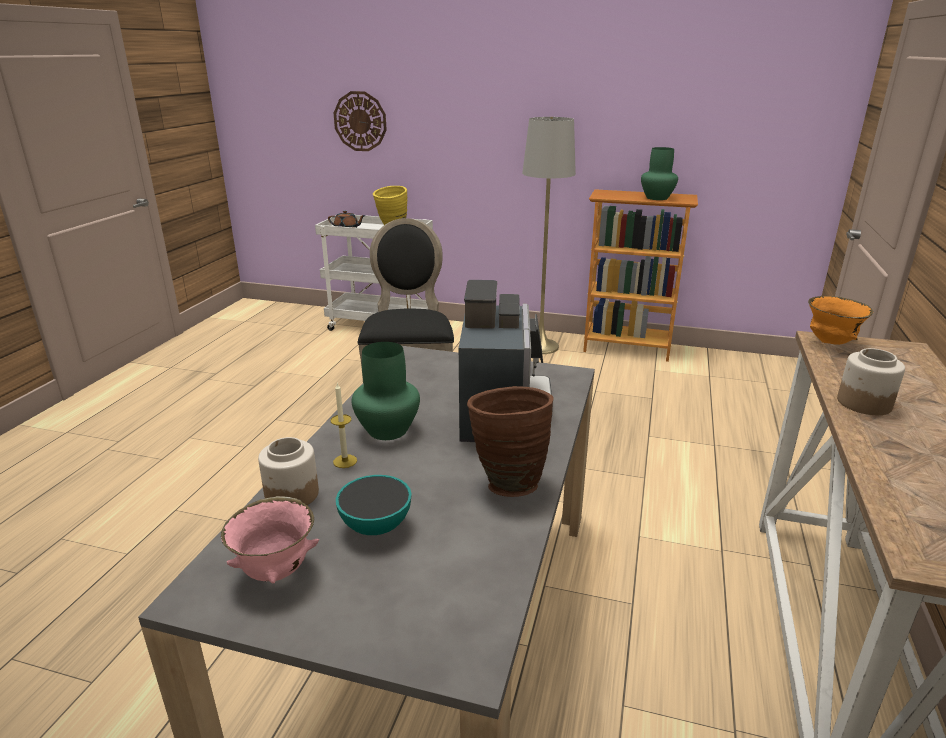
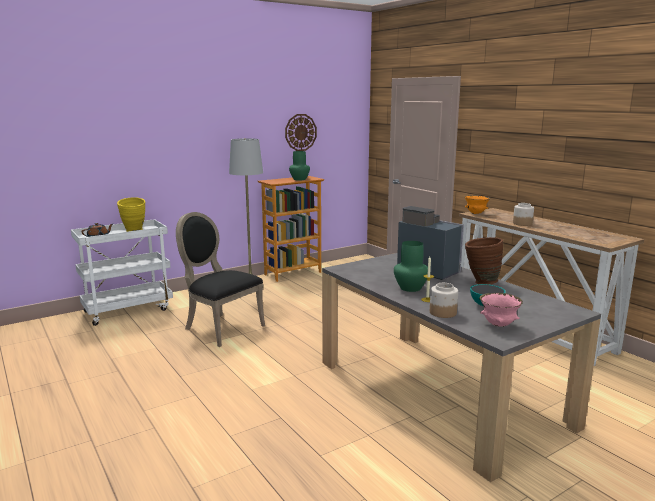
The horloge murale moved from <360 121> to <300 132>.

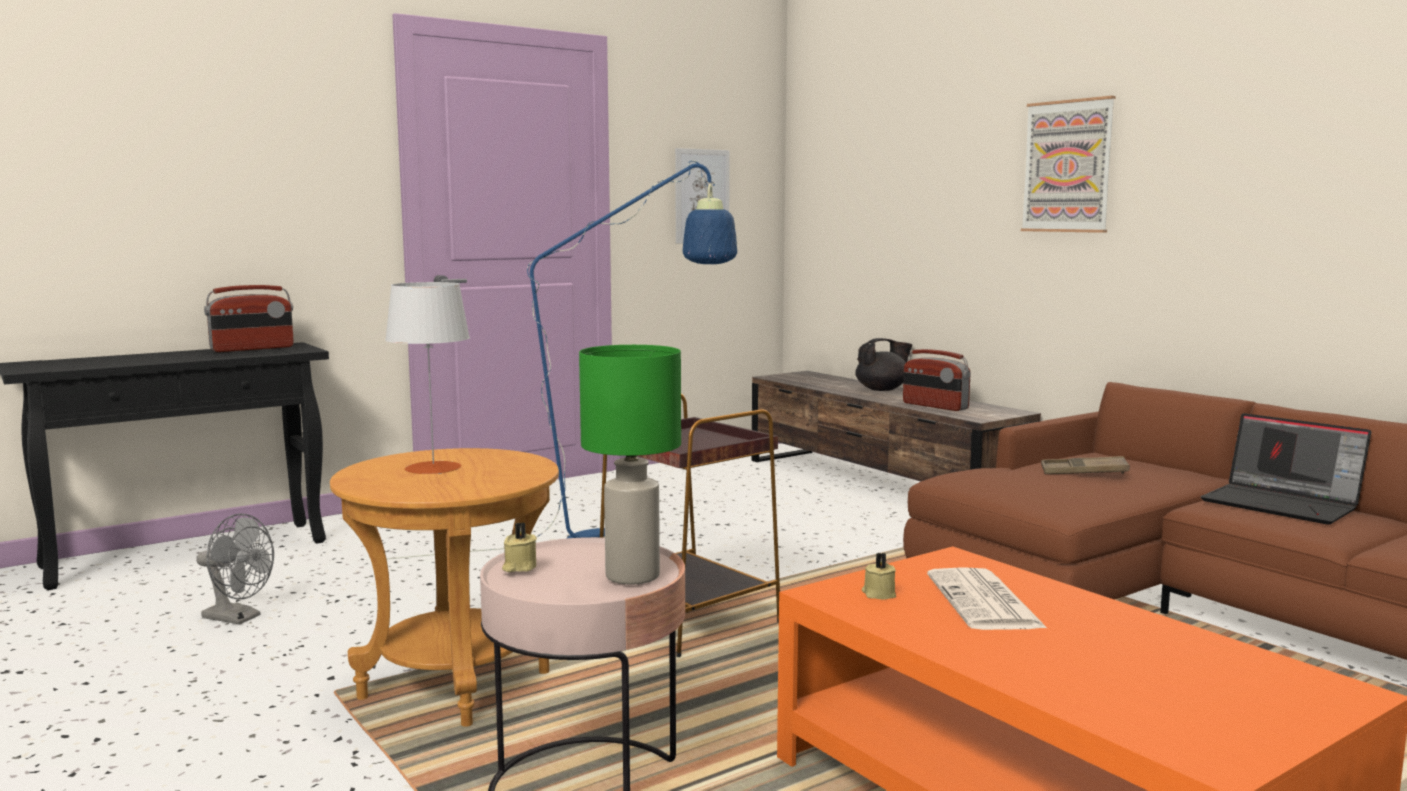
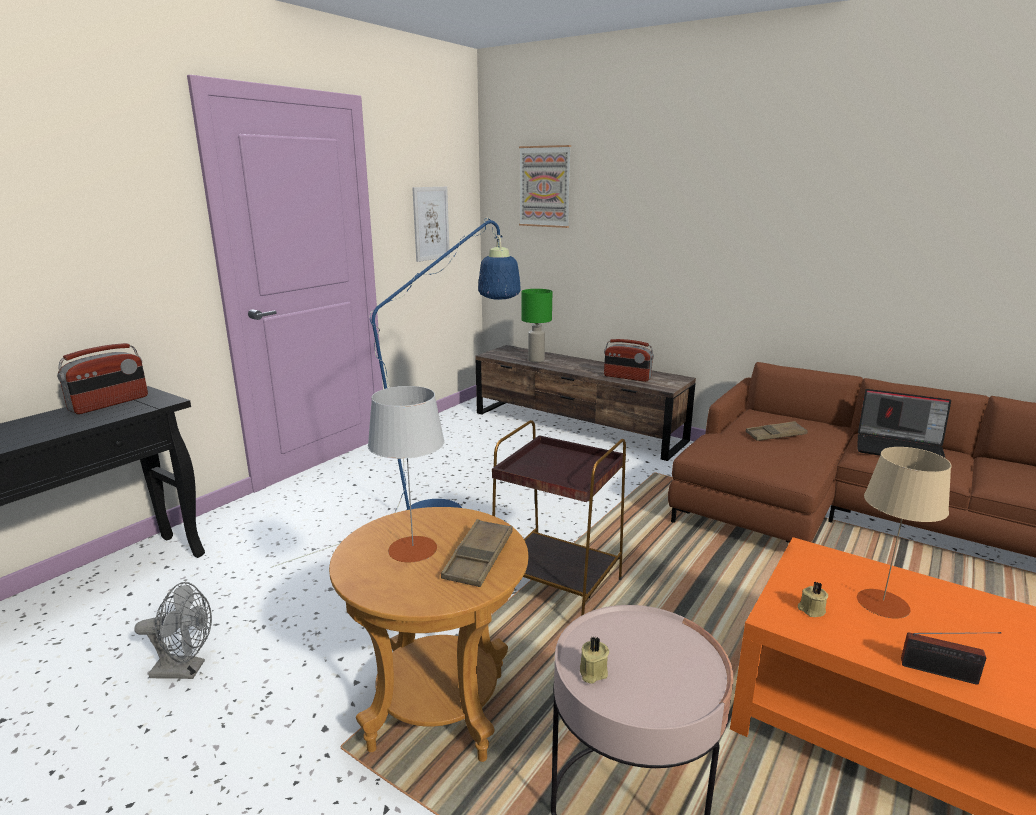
The lampe de table (vert) moved from <631 576> to <535 360>.
The théière (noir) at <882 389> disappeared.
The journal at <985 602> was replaced by the lampe de table (beige) at <882 603>.
The tableau moved from <1068 166> to <545 186>.
The plateau (marron) at <478 558> appeared.
The radio at <943 673> appeared.

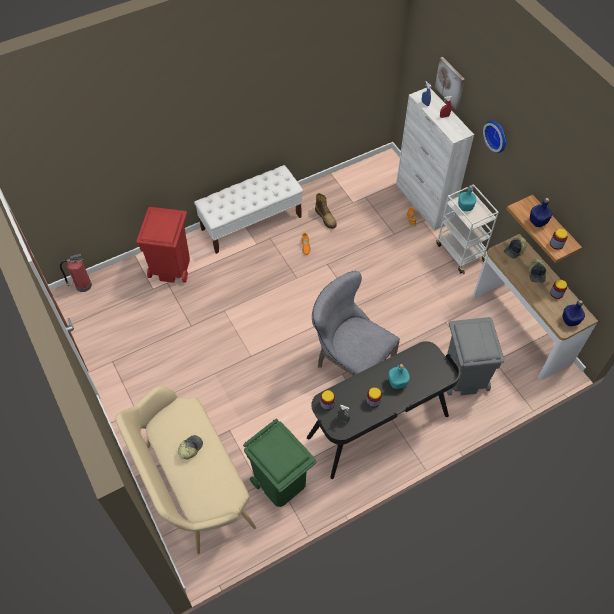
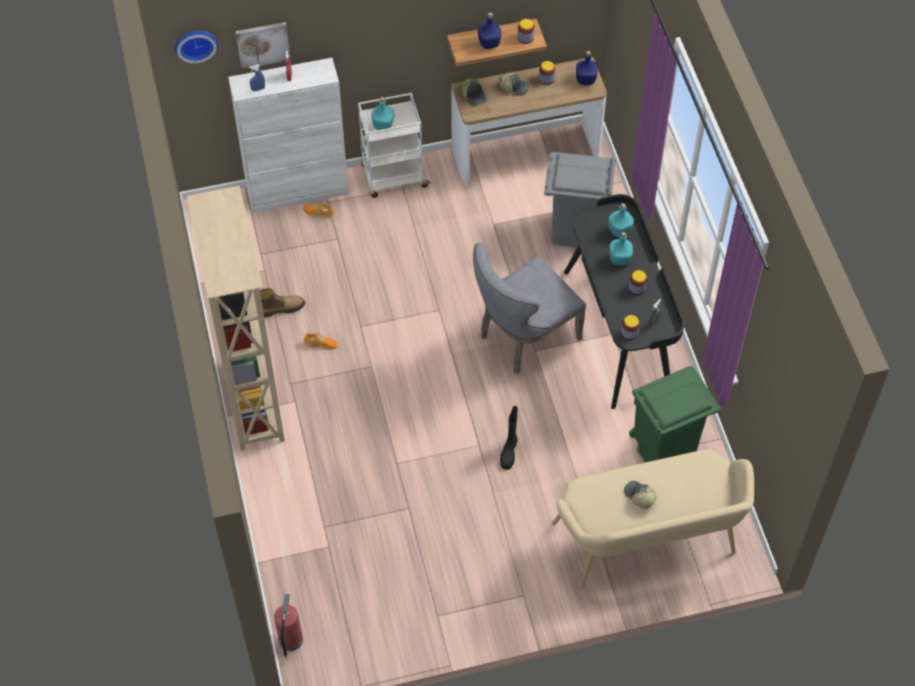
The poubelle (rouge) at <171 267> disappeared.
The banc (blanc) at <251 222> was replaced by the bibliothèque (beige) at <254 400>.
The horloge murale moved from <497 135> to <195 43>.
The botte (noir) at <509 452> appeared.
The bouteille (turquoise) at <619 231> appeared.

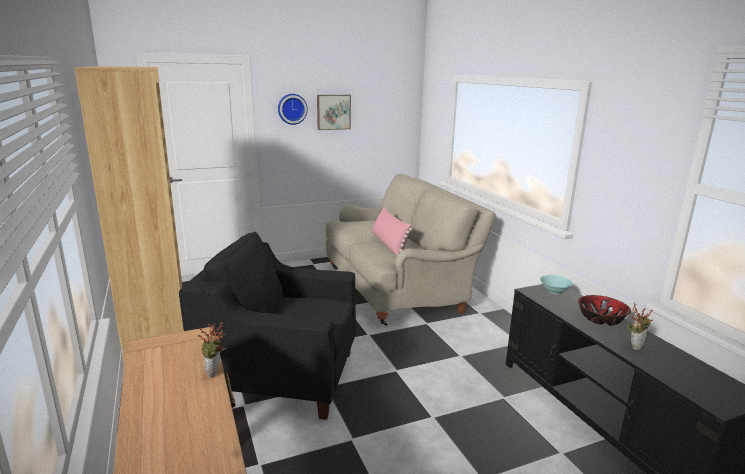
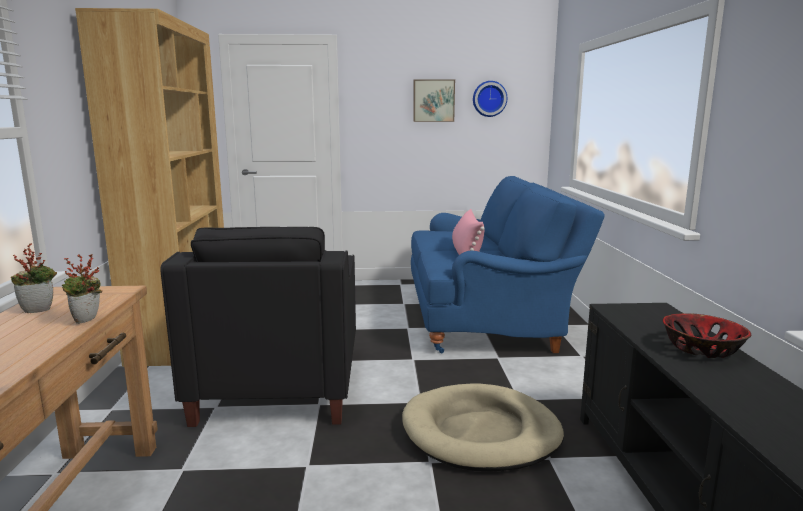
The fauteuil (noir) at <281 376> turned 120 degrees counterclockwise.
The horloge murale moved from <292 109> to <489 99>.
The canapé (beige) at <399 288> became the canapé (bleu) at <488 317>.
The bol (turquoise) at <554 291> disappeared.
The plante en pot moved from <635 346> to <40 310>.
The panier pour chien (beige) at <481 433> appeared.

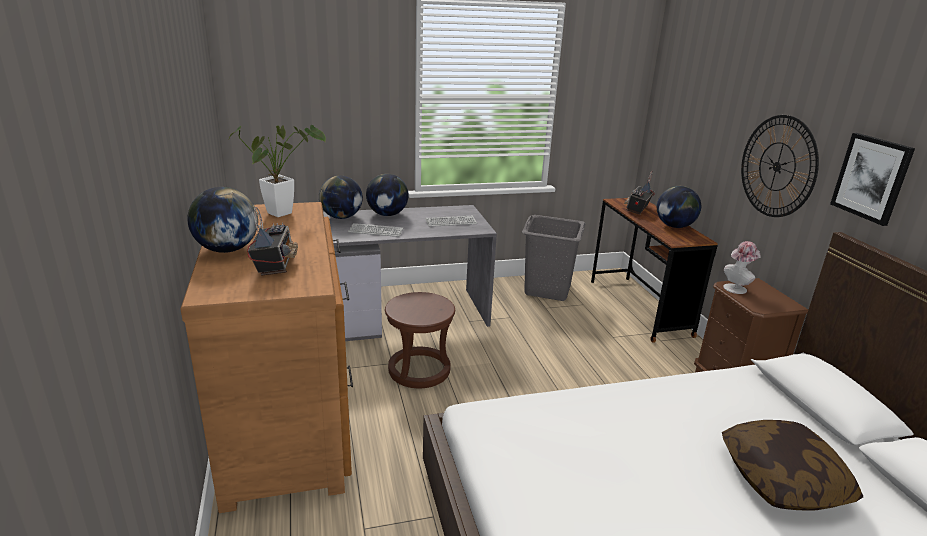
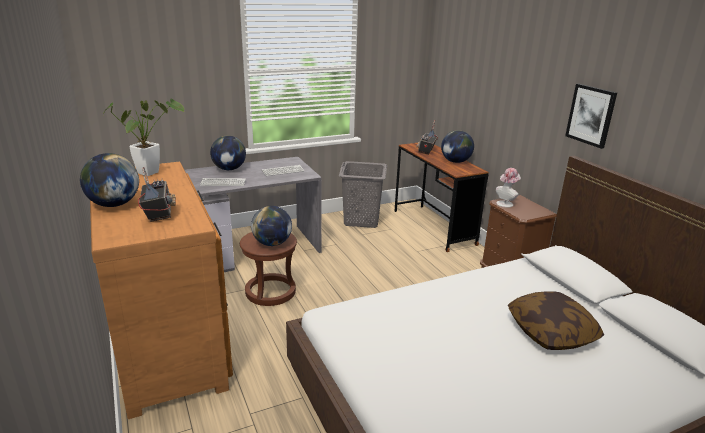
The globe moved from <341 217> to <272 243>.
The horloge murale at <777 166> disappeared.

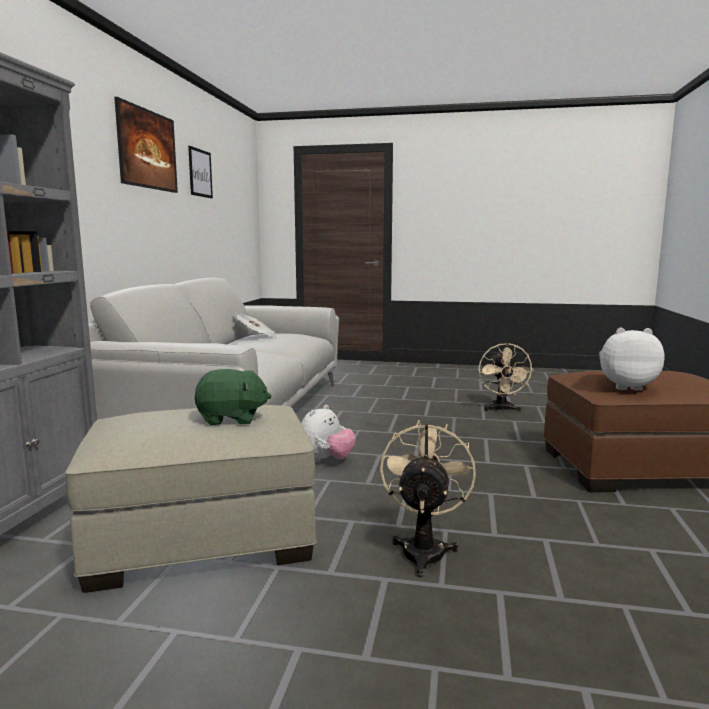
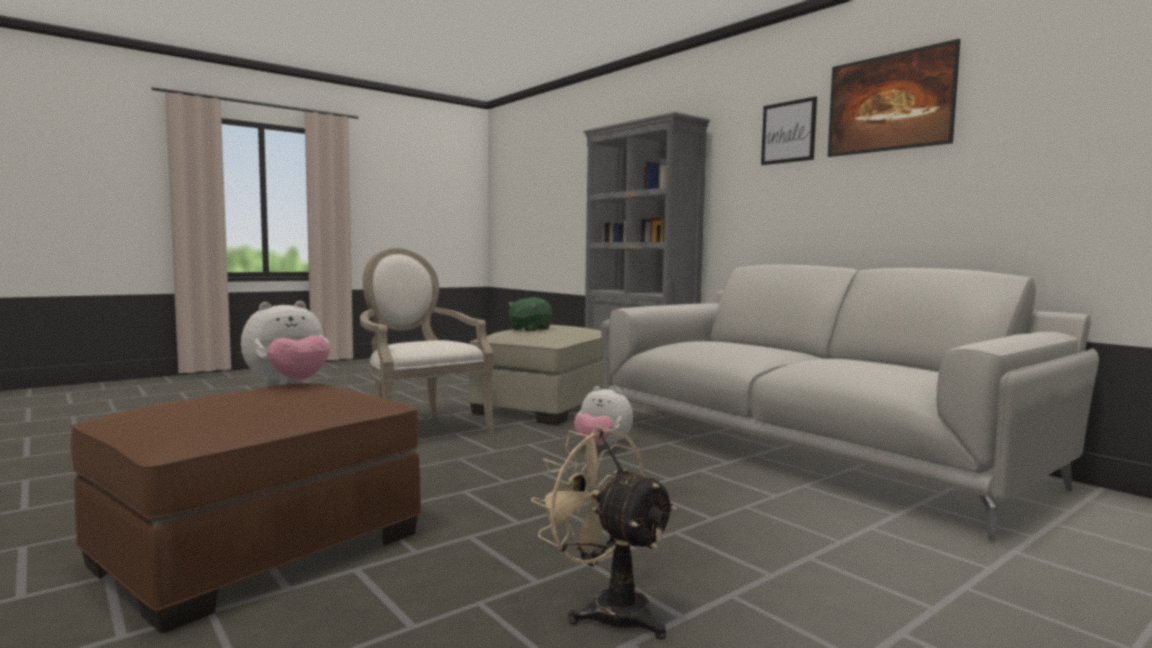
The tableau moved from <200 173> to <788 132>.
The journal at <257 337> disappeared.
The peluche at <326 460> turned 45 degrees counterclockwise.
The ventilateur (beige) at <424 549> was replaced by the fauteuil at <420 430>.

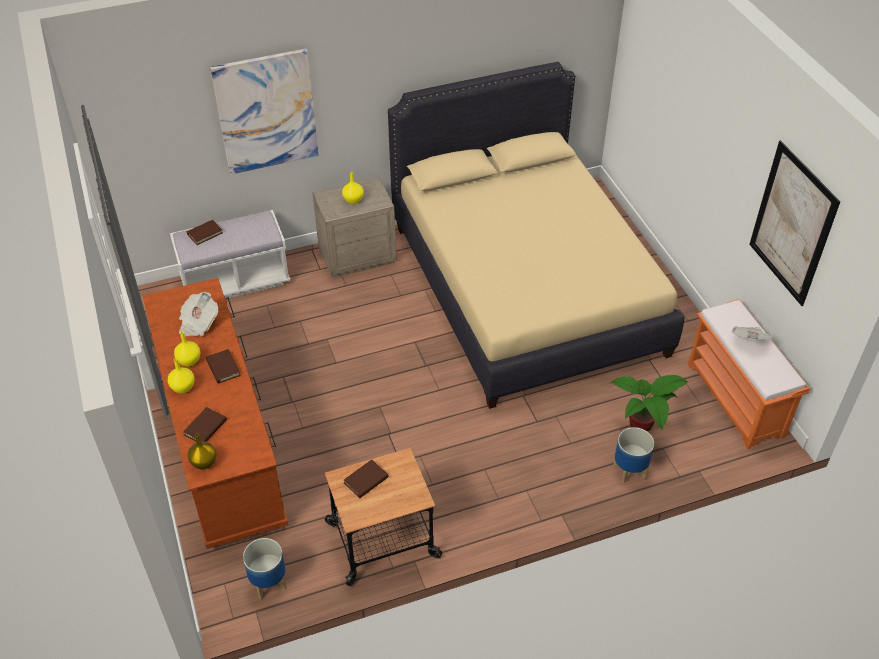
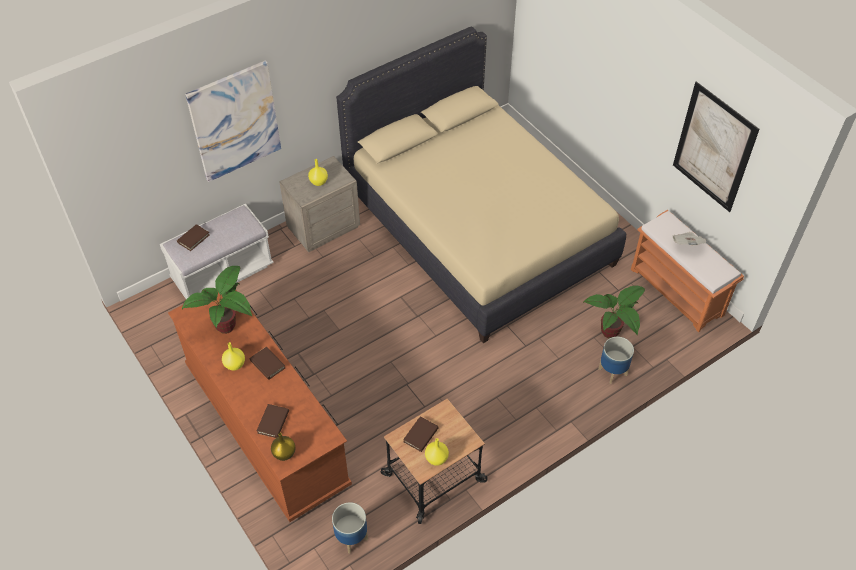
The vase (jaune) moved from <183 388> to <436 459>.
The journal at <198 323> was replaced by the plante en pot at <229 328>.

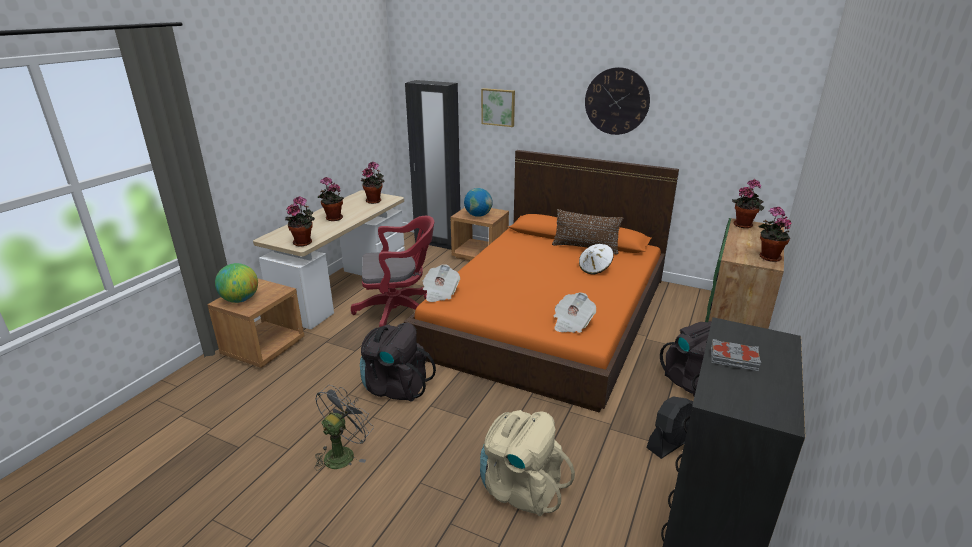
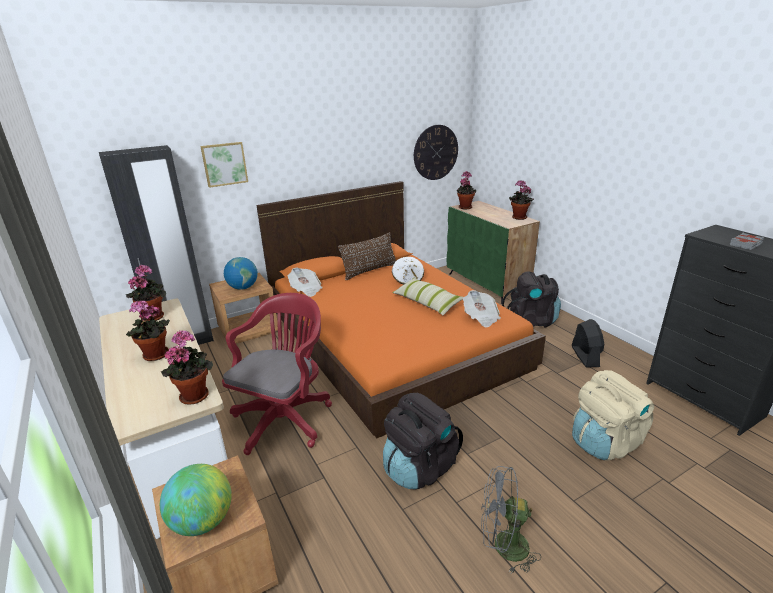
The ventilateur (gris) at <343 453> turned 60 degrees counterclockwise.
The journal moved from <440 293> to <306 290>.
The horloge murale moved from <616 101> to <435 152>.
The coussin at <427 302> appeared.

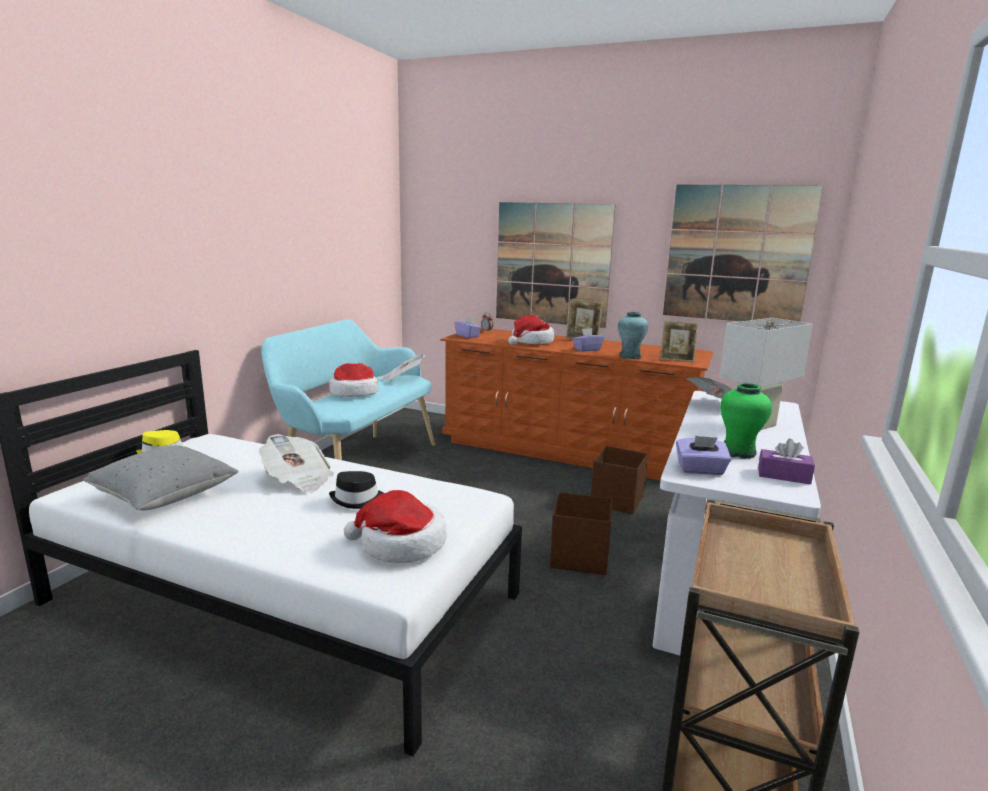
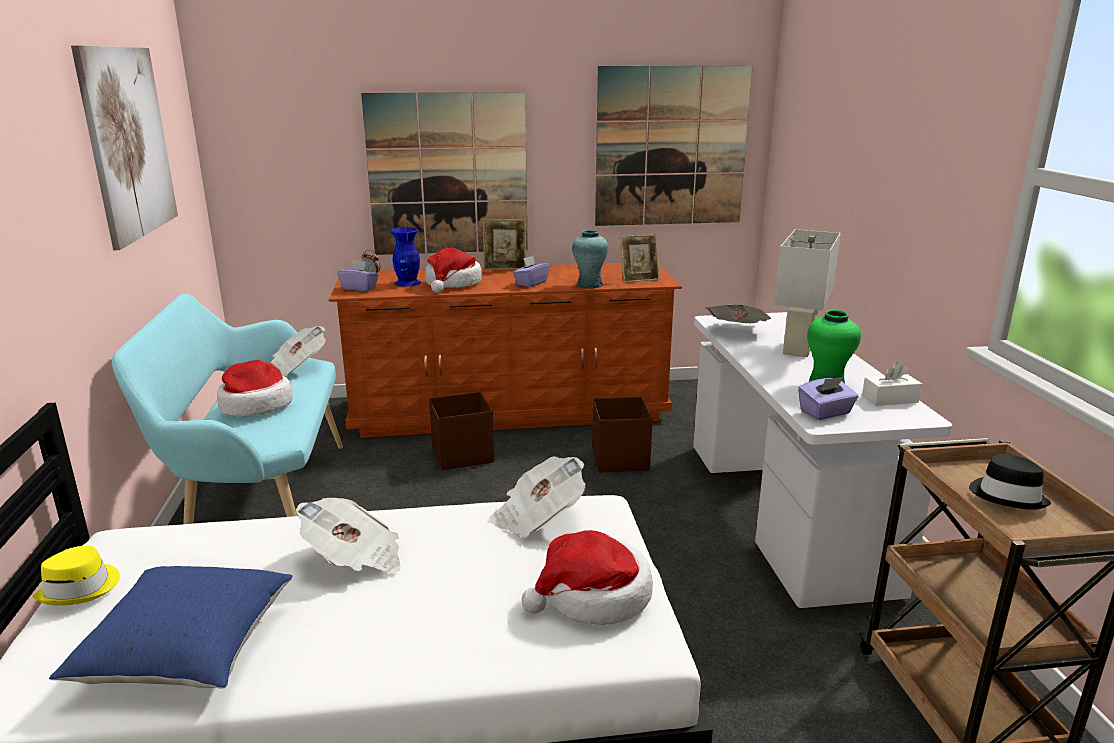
The coussin (gris) at <165 496> became the coussin (bleu) at <188 652>.
The chapeau (noir) moved from <358 500> to <1008 496>.
The boîte de rangement (marron) moved from <578 557> to <461 455>.
The boîte à mouchoirs (violet) at <783 475> became the boîte à mouchoirs (blanc) at <890 399>.
The tableau at <128 142> appeared.
The vase (bleu) at <408 283> appeared.
The journal at <537 517> appeared.

